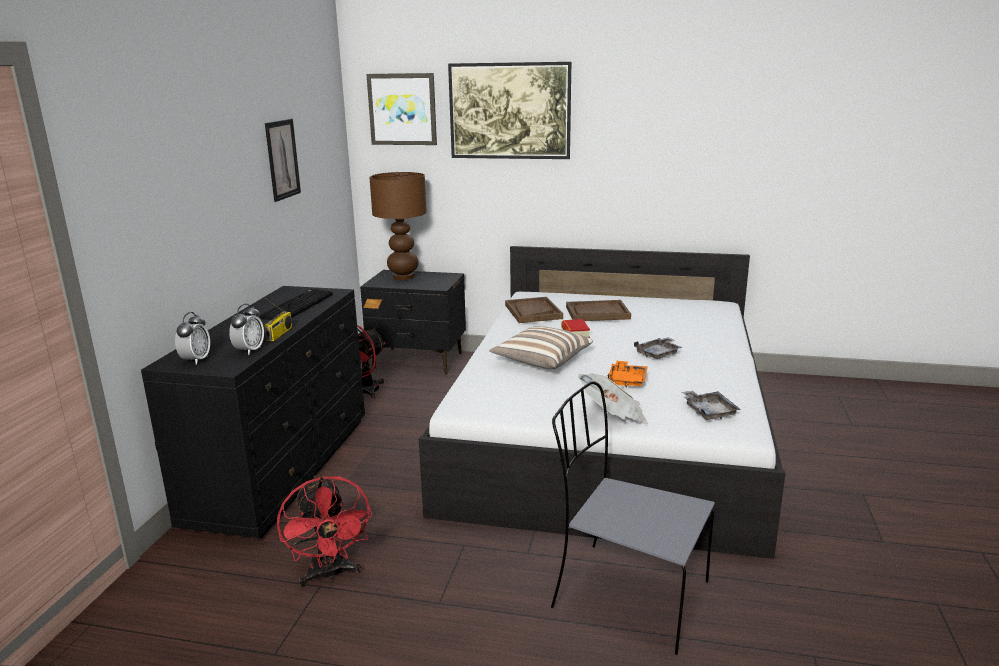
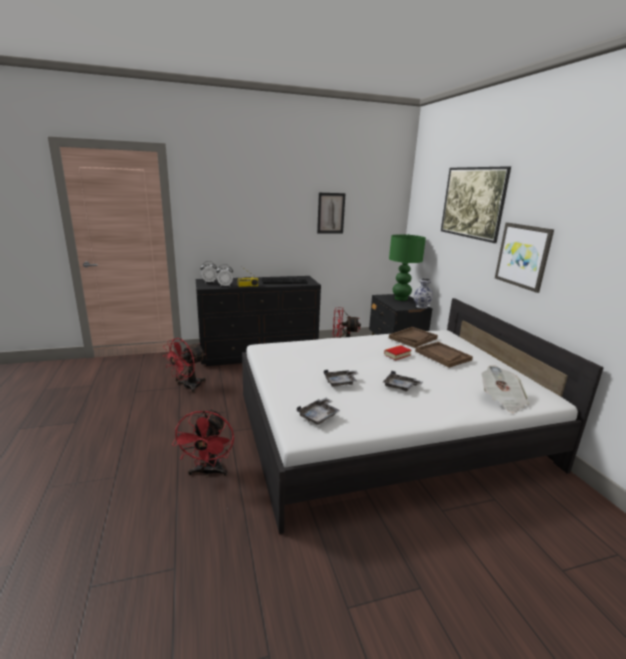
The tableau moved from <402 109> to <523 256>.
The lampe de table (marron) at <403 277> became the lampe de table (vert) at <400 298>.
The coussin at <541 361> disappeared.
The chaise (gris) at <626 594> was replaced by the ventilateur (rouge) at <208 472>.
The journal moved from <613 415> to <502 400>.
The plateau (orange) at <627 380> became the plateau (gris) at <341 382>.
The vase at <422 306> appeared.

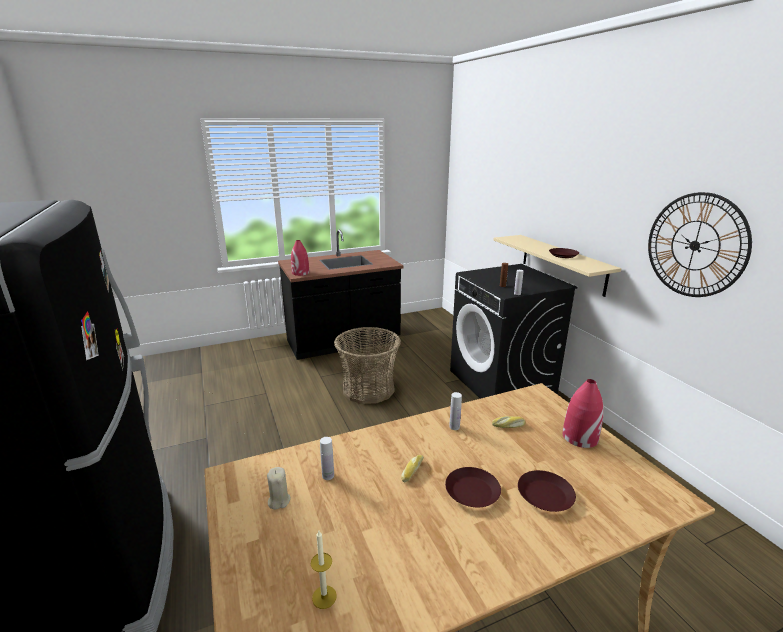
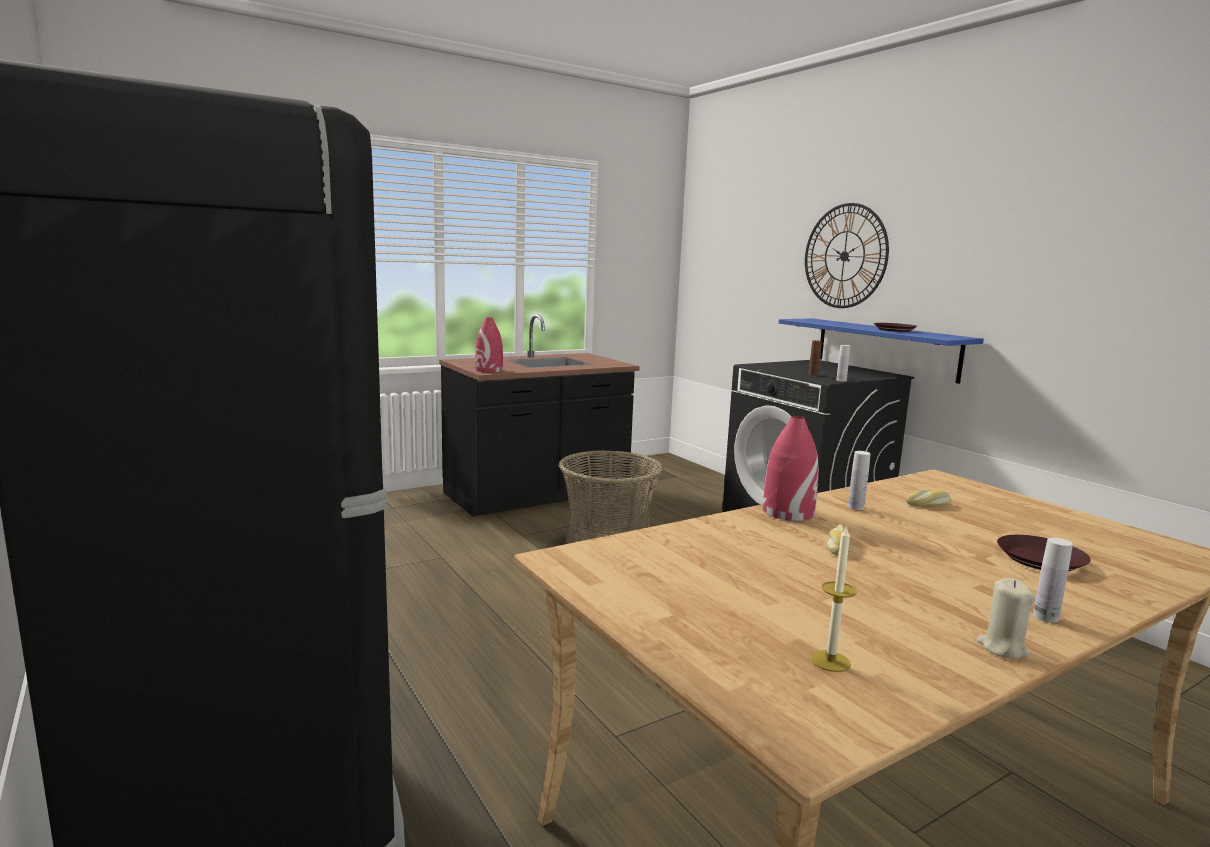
The bougie (beige) moved from <279 500> to <1002 648>.
The bouteille (blanc) moved from <328 475> to <1045 617>.
The assiette (marron) at <473 492> disappeared.
The étagère (beige) at <562 263> became the étagère (bleu) at <885 348>.
The vase (rouge) moved from <579 437> to <787 512>.
The horloge murale moved from <695 245> to <844 256>.

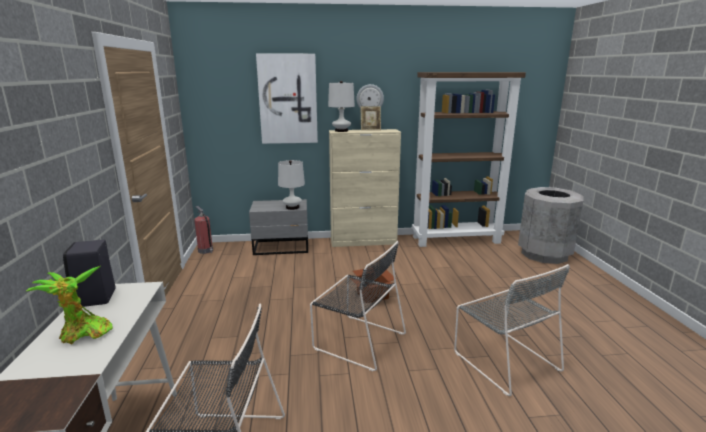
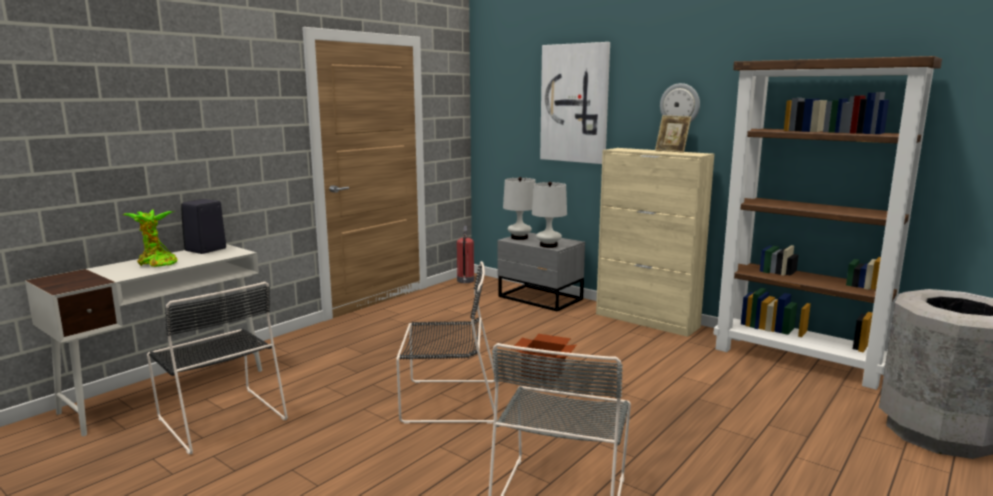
The chaise (noir) at <357 340> turned 75 degrees counterclockwise.
The lampe de table (blanc) moved from <341 131> to <519 237>.

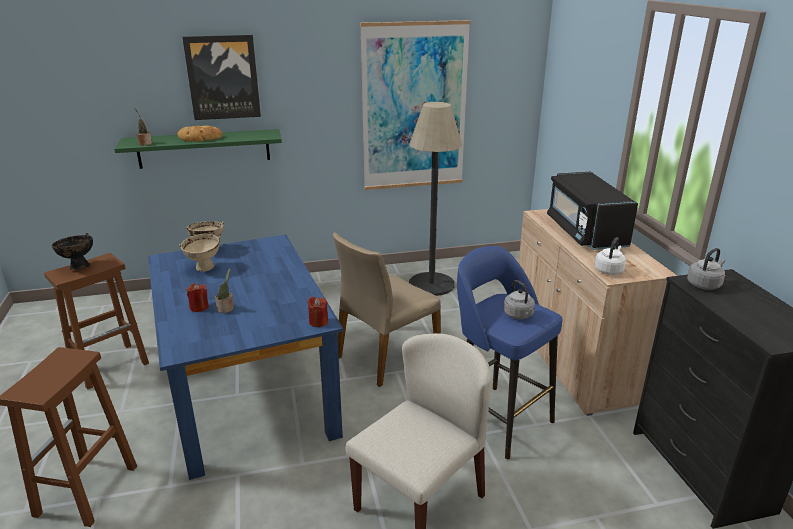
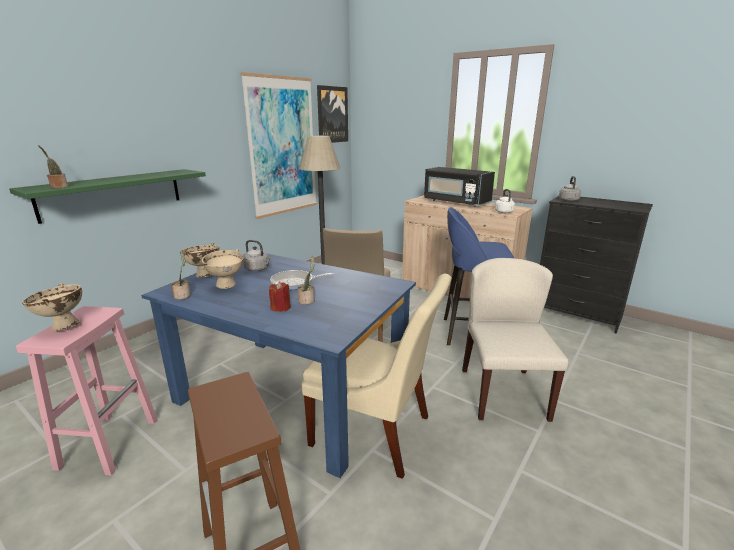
The tabouret (marron) at <110 365> became the tabouret (rose) at <110 442>.
The bol (noir) at <78 267> became the bol (beige) at <63 327>.
The pain at <200 138> disappeared.
The tableau moved from <223 77> to <332 115>.
The bougie (rouge) at <318 322> disappeared.
The bouilloire (gris) moved from <519 315> to <258 269>.
The plante en pot at <183 295> appeared.
The poêle at <295 283> appeared.
The chaise (beige) at <376 433> appeared.

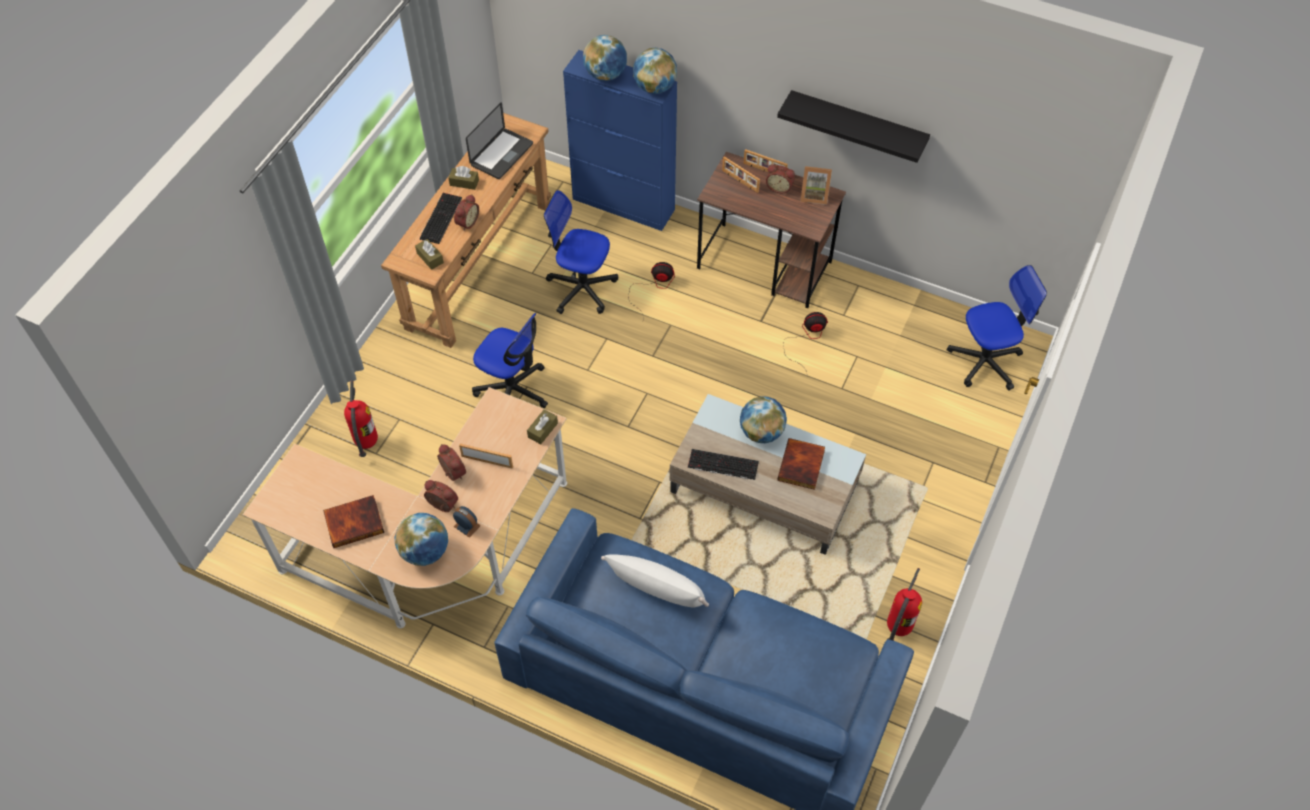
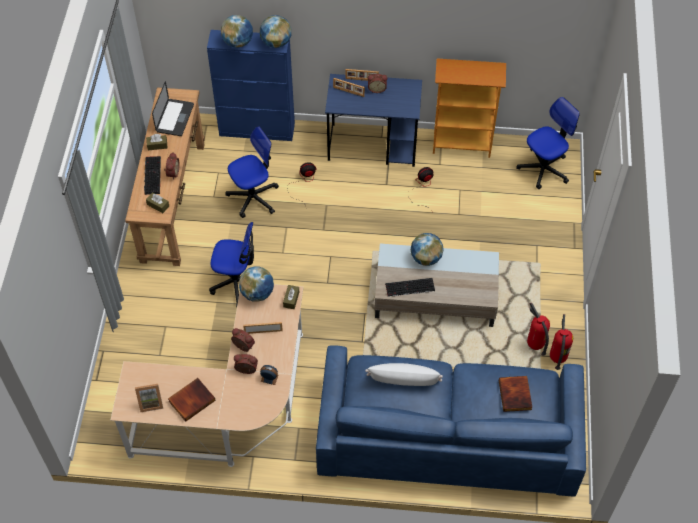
The extincteur moved from <366 443> to <534 345>.
The globe moved from <425 551> to <257 293>.
The chaise de bureau at <581 288> turned 150 degrees clockwise.
The bureau (marron) at <765 265> became the bureau (bleu) at <373 145>.
The étagère (noir) at <857 125> disappeared.
The livre moved from <802 466> to <516 395>.
The cadre photo moved from <814 195> to <150 402>.
The bibliothèque at <462 144> appeared.

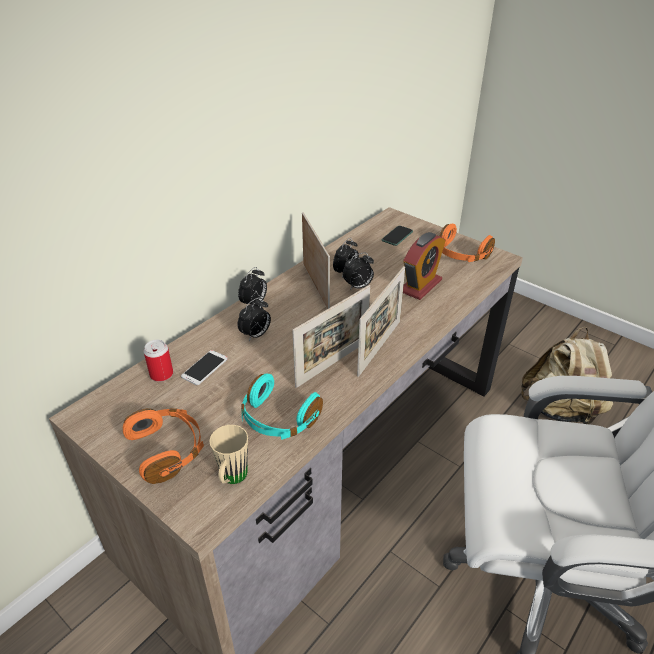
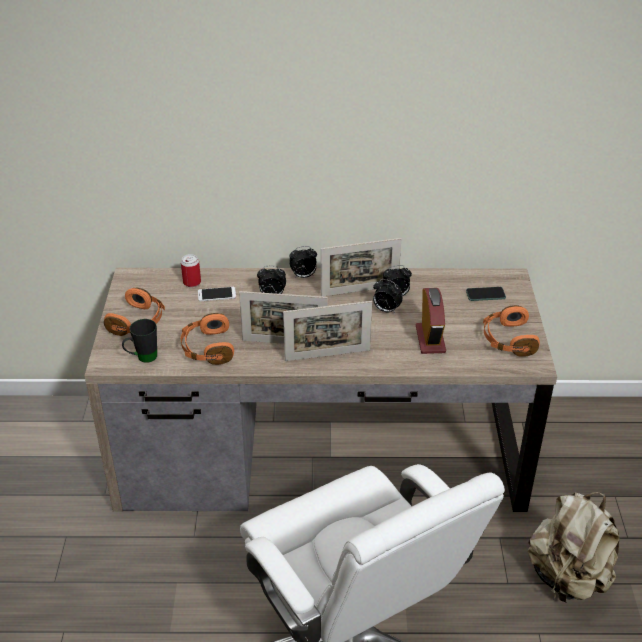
The mug (beige) at <232 479> became the mug (noir) at <142 358>.
The casque audio (turquoise) at <278 419> became the casque audio (orange) at <207 348>.
The cadre photo at <315 286> turned 45 degrees clockwise.
The réveil at <420 286> turned 90 degrees counterclockwise.

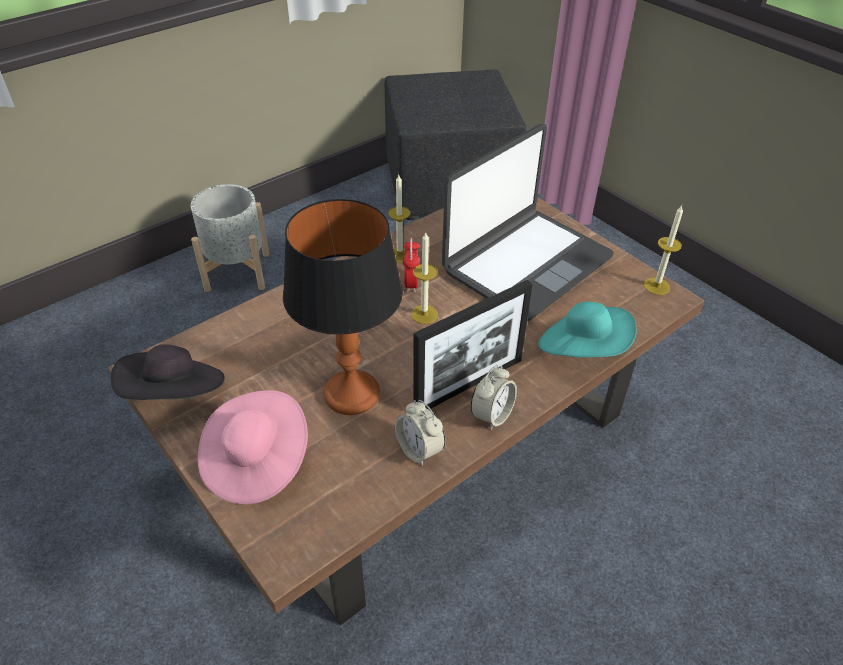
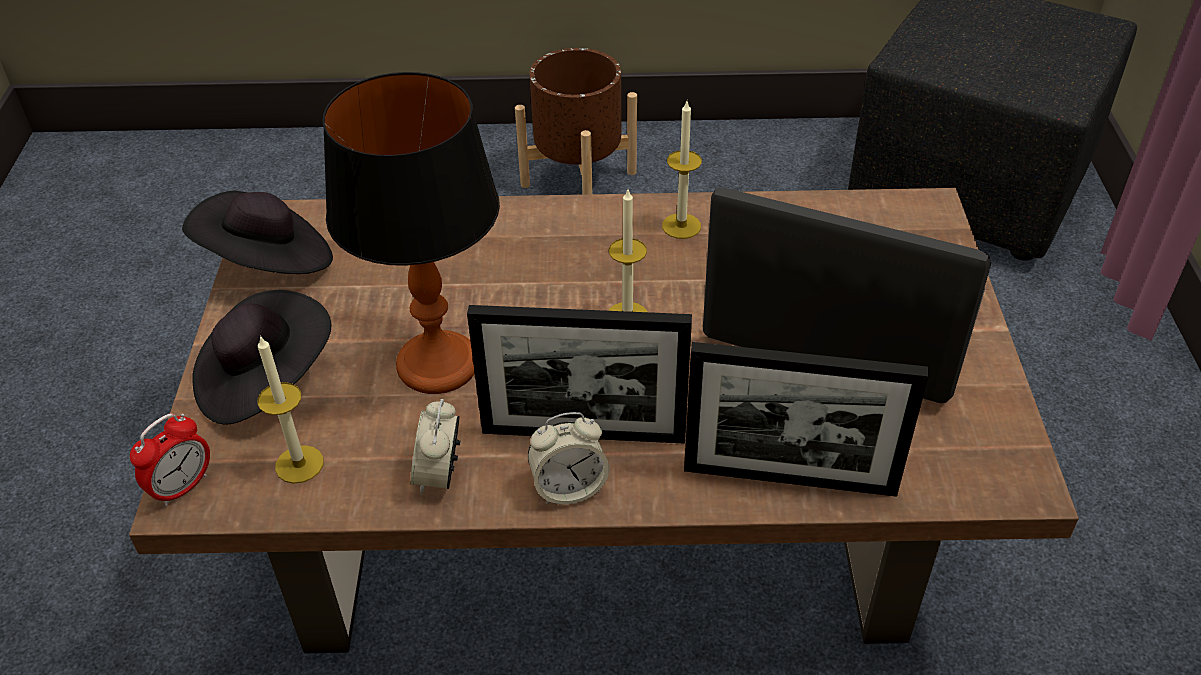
The cache-pot (gris) at <237 271> became the cache-pot (marron) at <578 178>.
The chapeau (rose) at <256 462> became the chapeau (noir) at <265 381>.
The réveil moved from <411 283> to <182 487>.
The ordinateur portable at <526 263> turned 150 degrees counterclockwise.
The chapeau (turquoise) at <583 350> was replaced by the cadre photo at <789 479>.
The bougie moved from <656 286> to <299 464>.

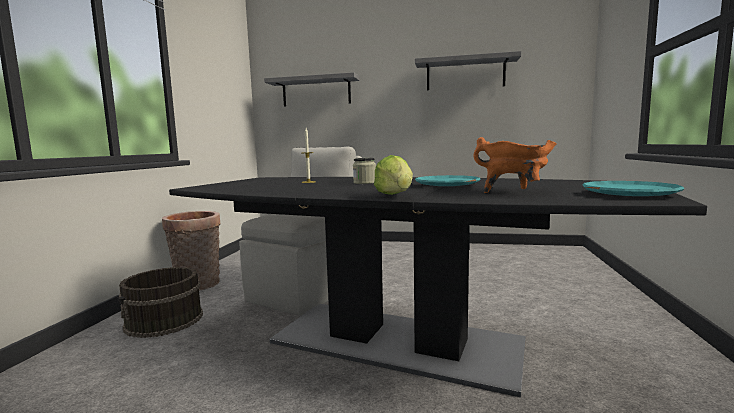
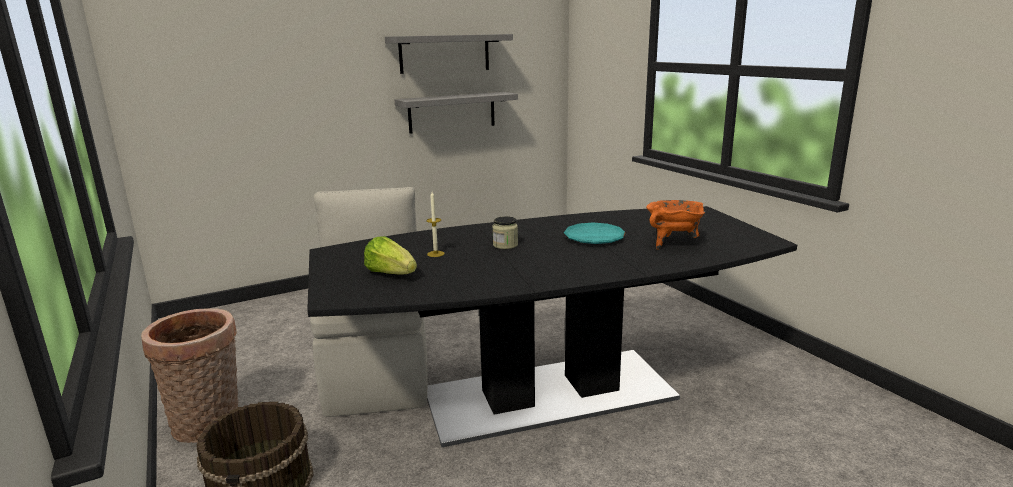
The étagère (gris) moved from <316 92> to <452 112>.
The laitue moved from <395 196> to <391 274>.
The assiette (turquoise) at <629 194> disappeared.

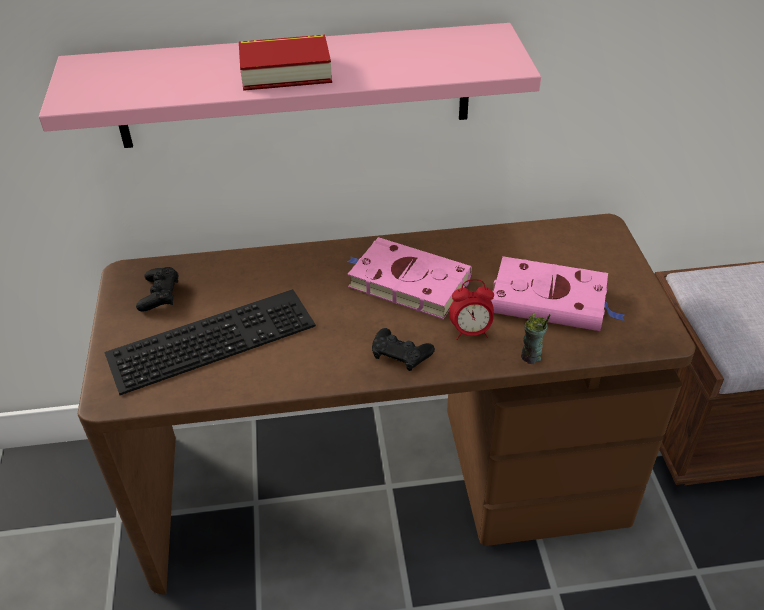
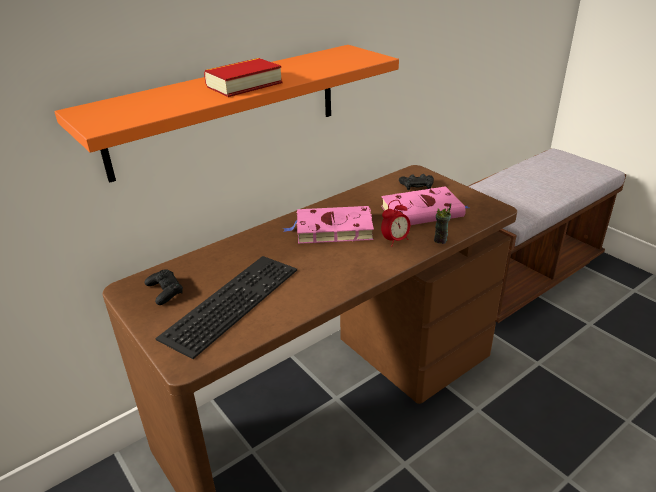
The étagère (rose) at <294 87> became the étagère (orange) at <227 110>.
The manette (noir) moved from <400 354> to <416 185>.

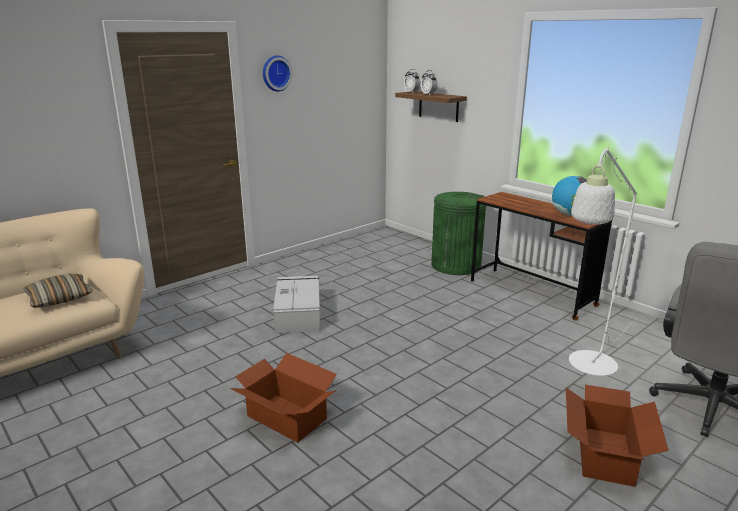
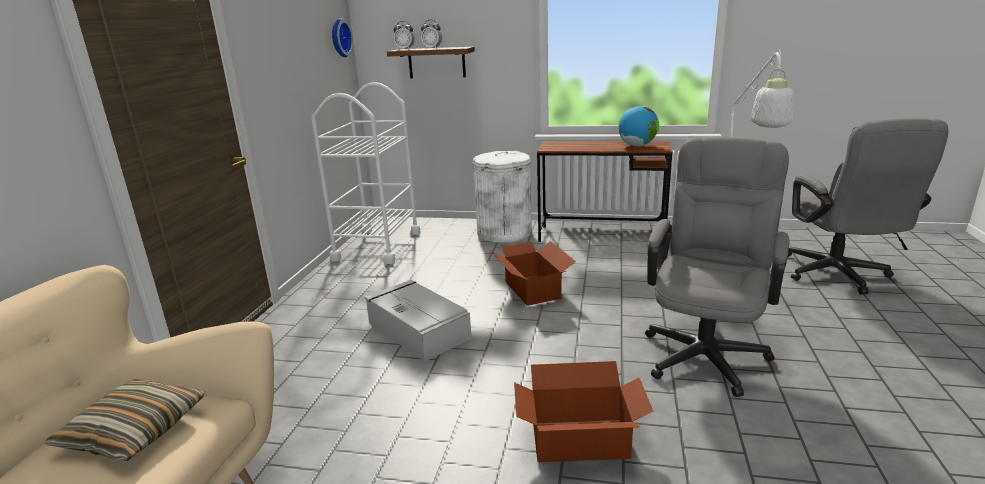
The horloge murale moved from <275 73> to <339 37>.
The poubelle (vert) at <456 265> became the poubelle (blanc) at <504 232>.
The carton moved from <606 455> to <533 289>.
The chariot (blanc) at <377 246> appeared.
The chaise de bureau (gris) at <706 350> appeared.

